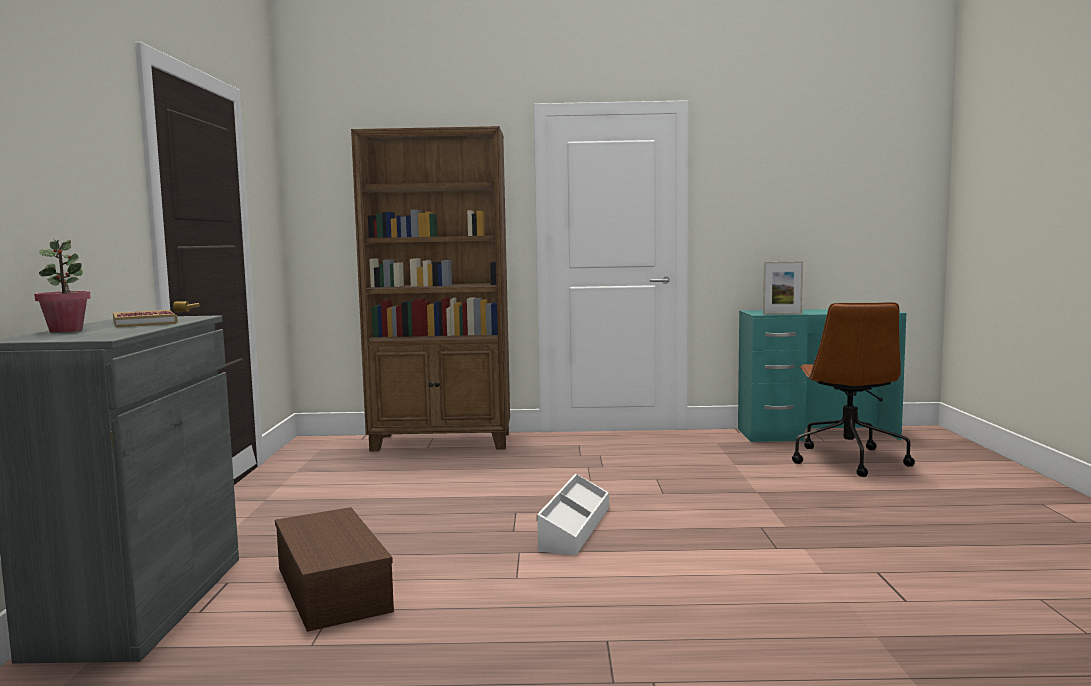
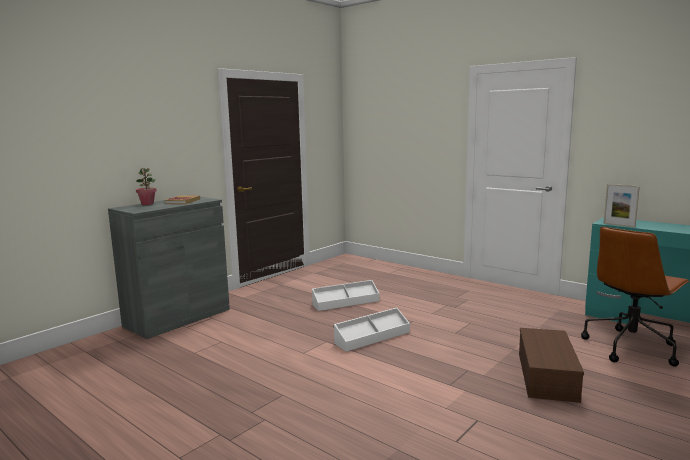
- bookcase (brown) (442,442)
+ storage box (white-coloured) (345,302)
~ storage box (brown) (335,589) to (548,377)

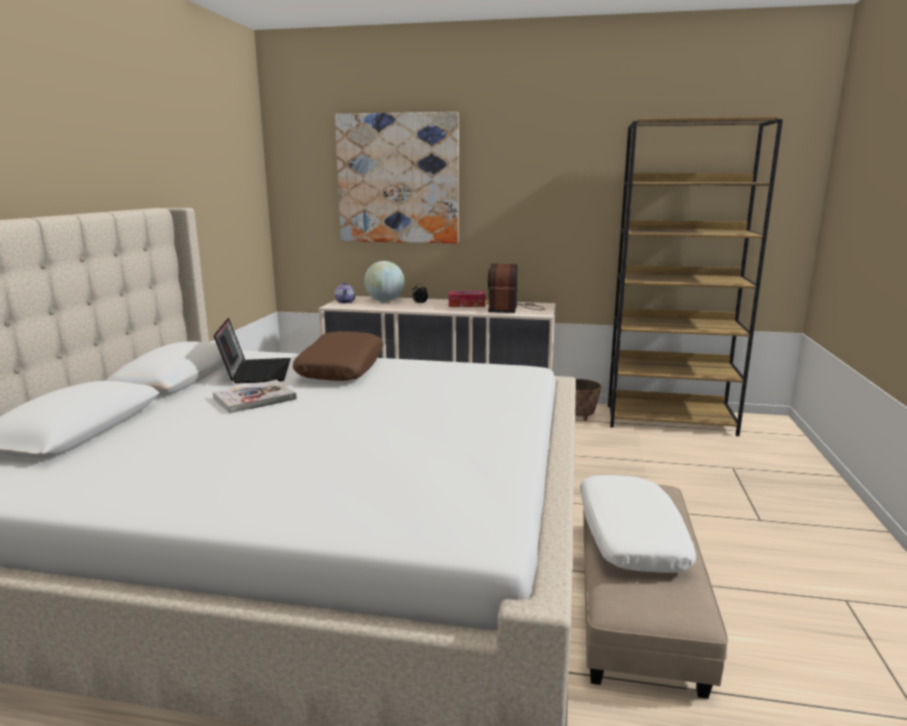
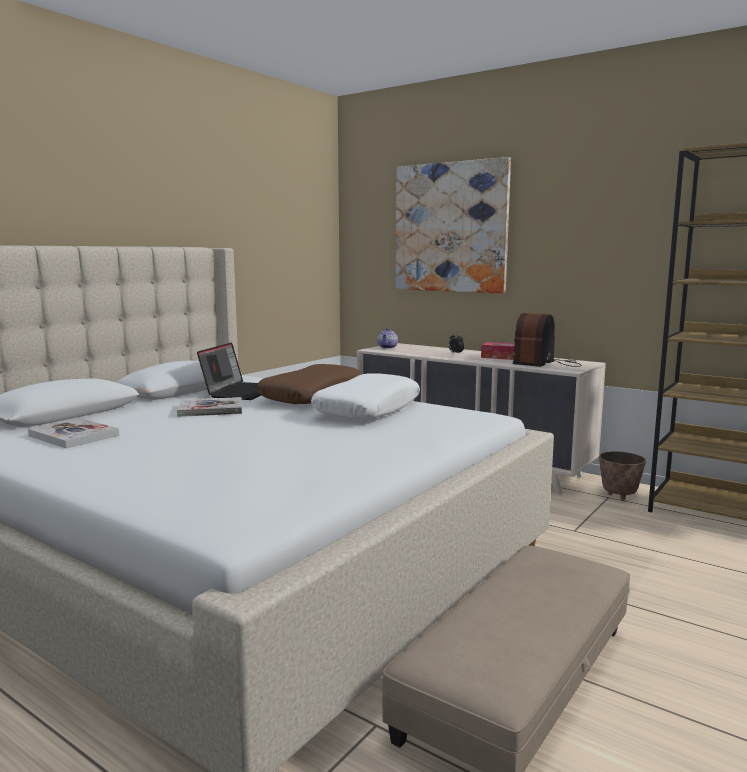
- globe (385,301)
+ bound book (74,435)
~ pillow (white-coloured) (629,535) to (367,410)

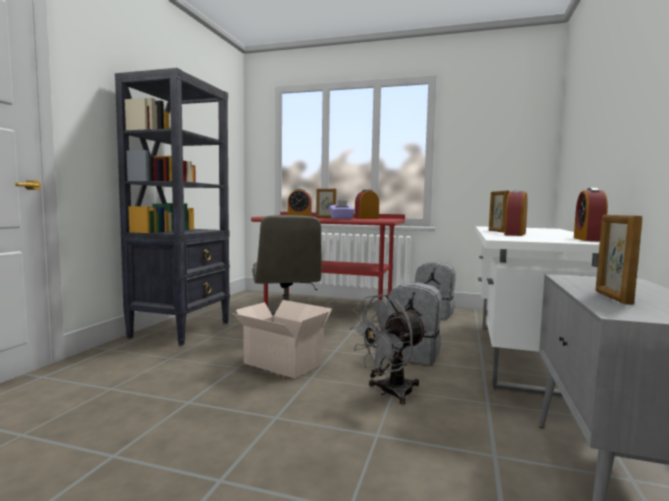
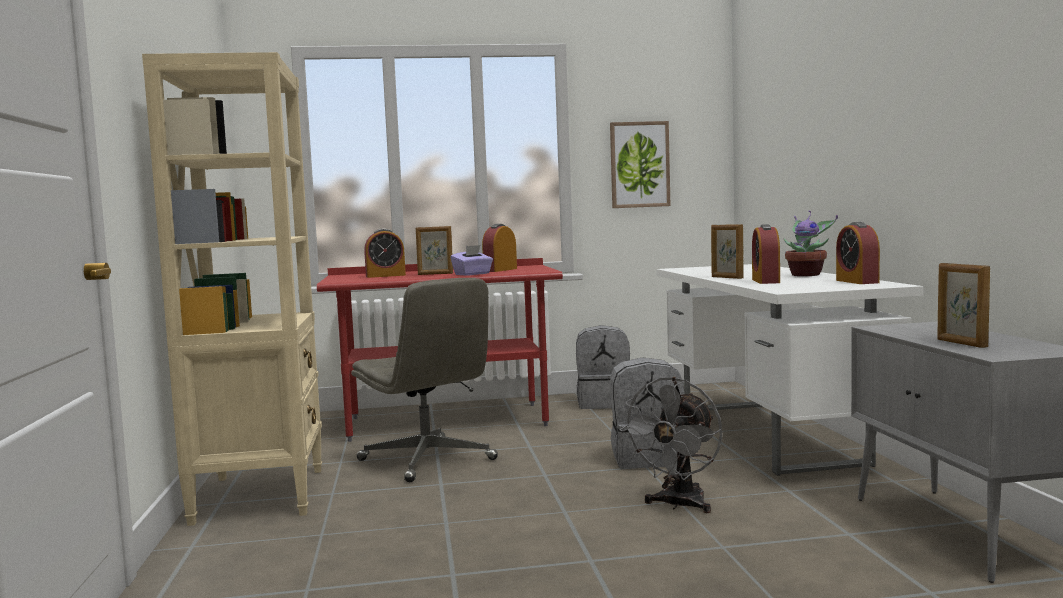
- cardboard box (282,363)
+ wall art (639,164)
+ houseplant (807,275)
~ bookcase (black) (181,329) to bookcase (beige) (261,495)

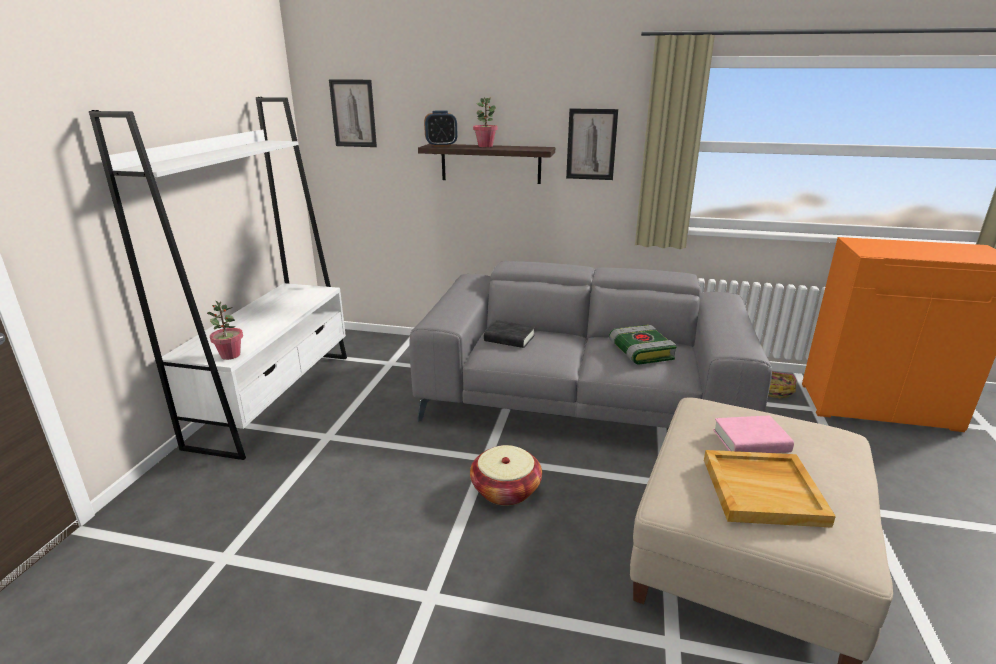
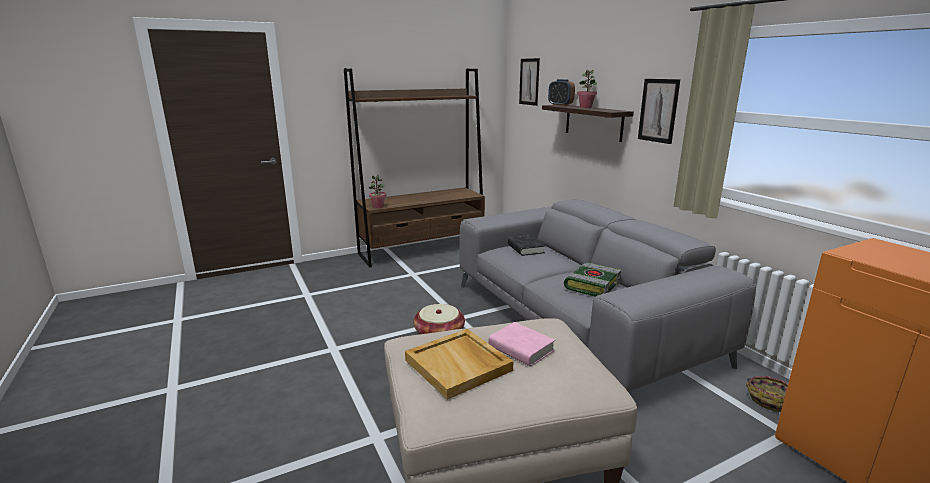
~ bookcase (white-coloured) (275,397) to bookcase (brown) (423,250)

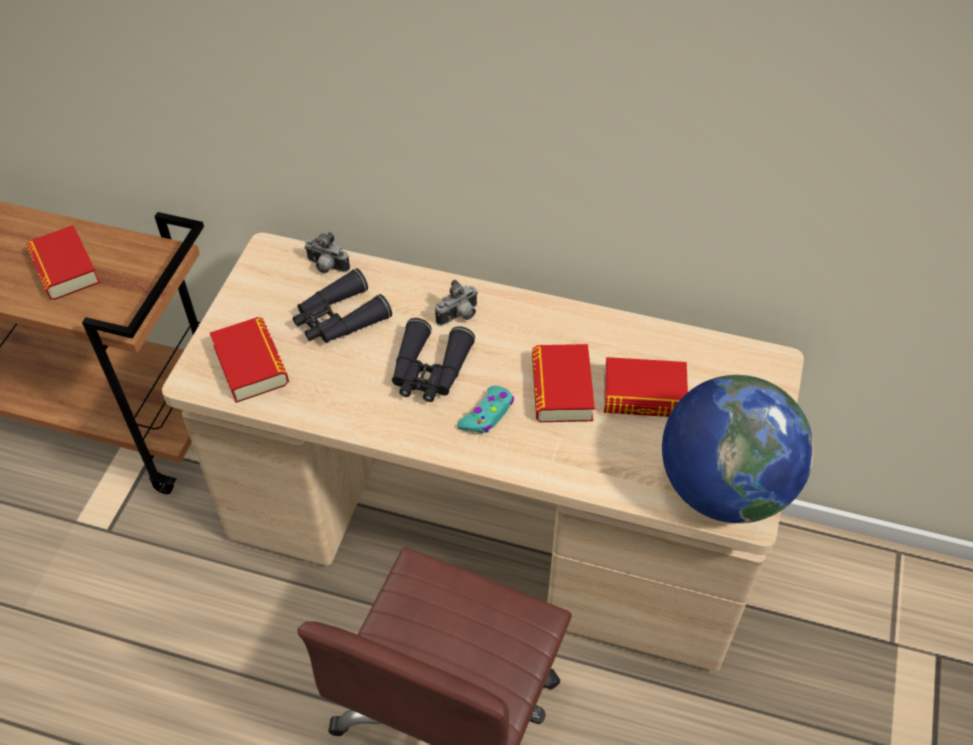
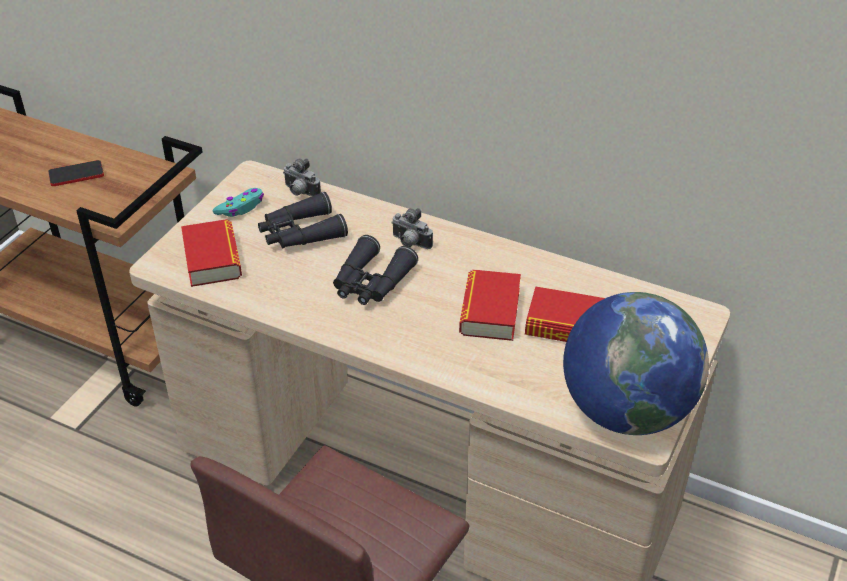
~ game controller (turquoise) (487,415) to (241,208)
~ bound book (65,269) to handset (76,174)
~ still camera (459,316) = (410,243) 60 degrees clockwise

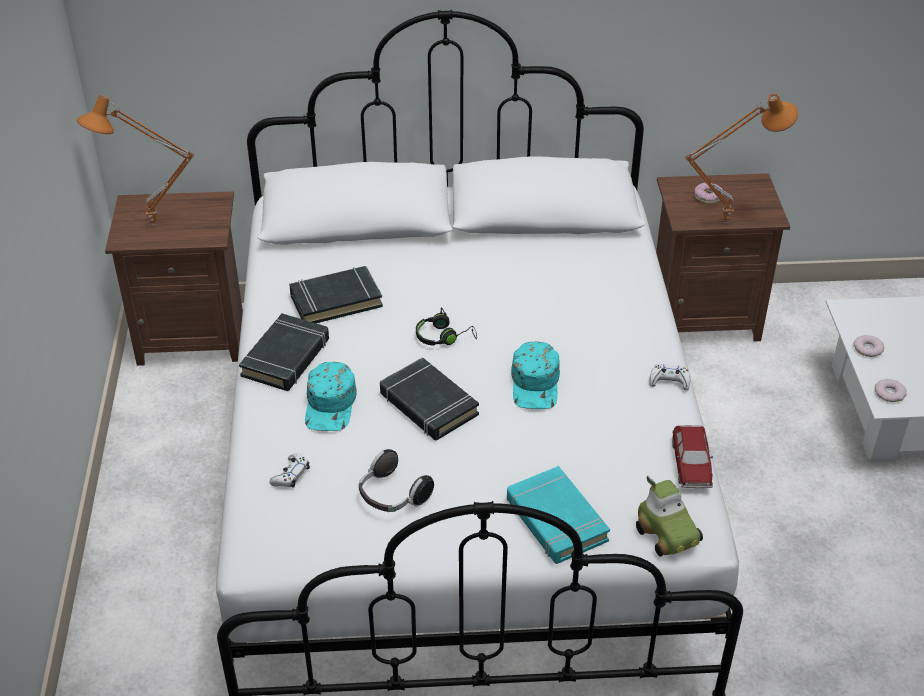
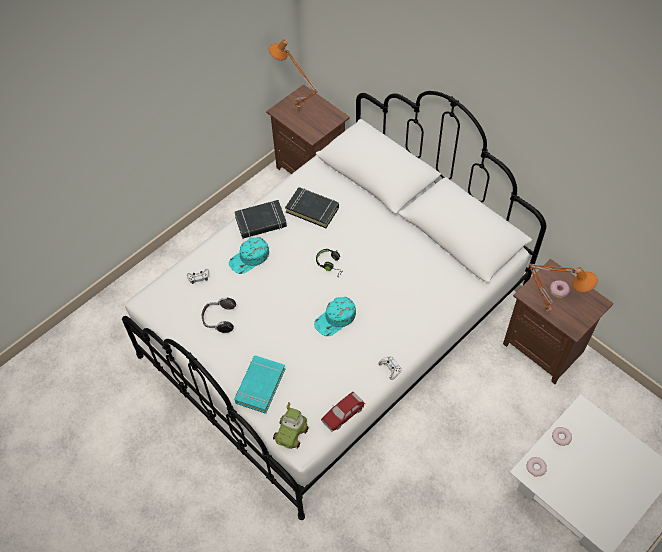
- bound book (black) (428,404)

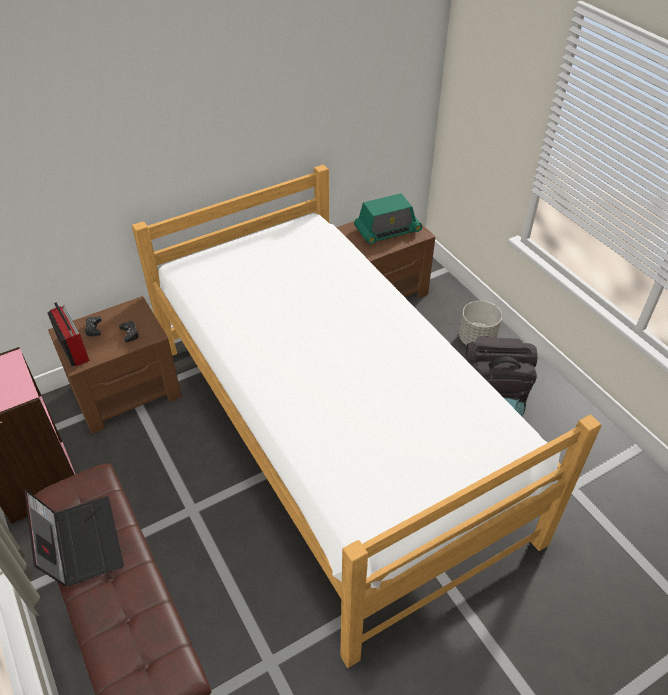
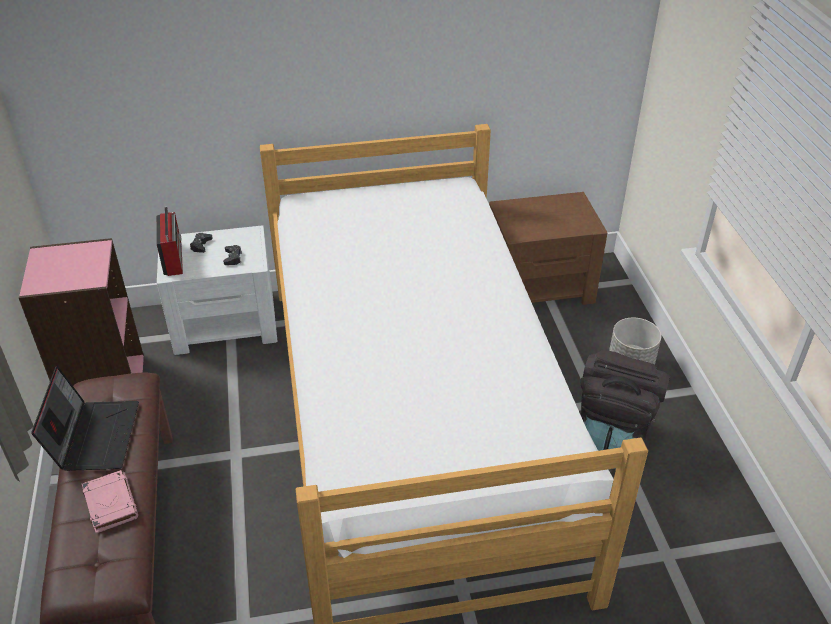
- radio set (387,230)
+ bound book (pink-coloured) (110,503)
~ night table (brown) (127,391) to night table (white-coloured) (226,324)

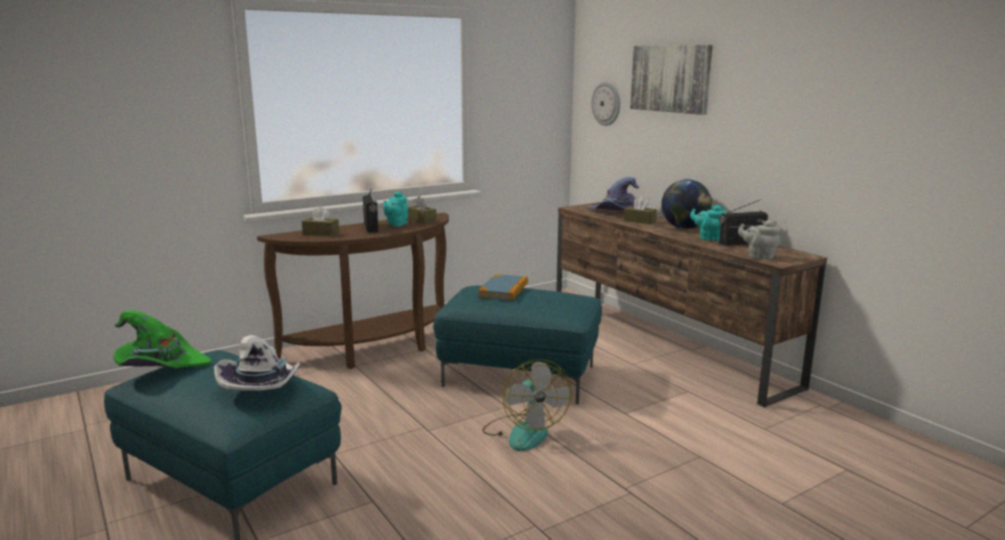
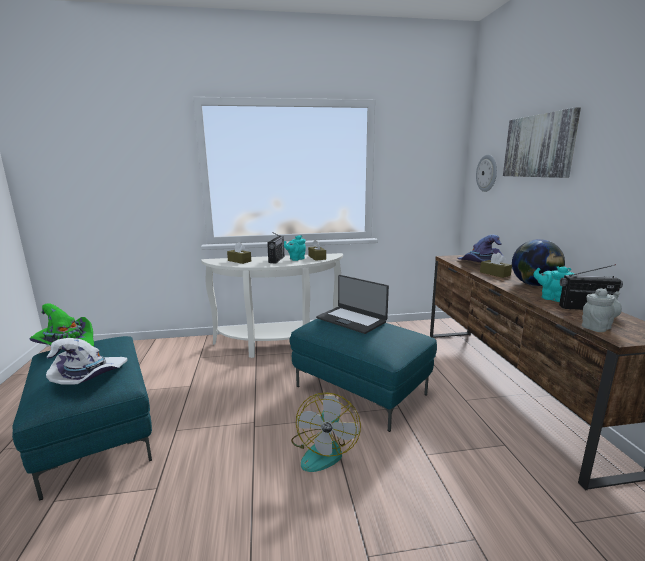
~ bound book (503,290) to portable computer (351,320)
~ console table (brown) (374,350) to console table (white-coloured) (278,346)
~ tea pot (gray) (759,256) = (597,327) 105 degrees clockwise

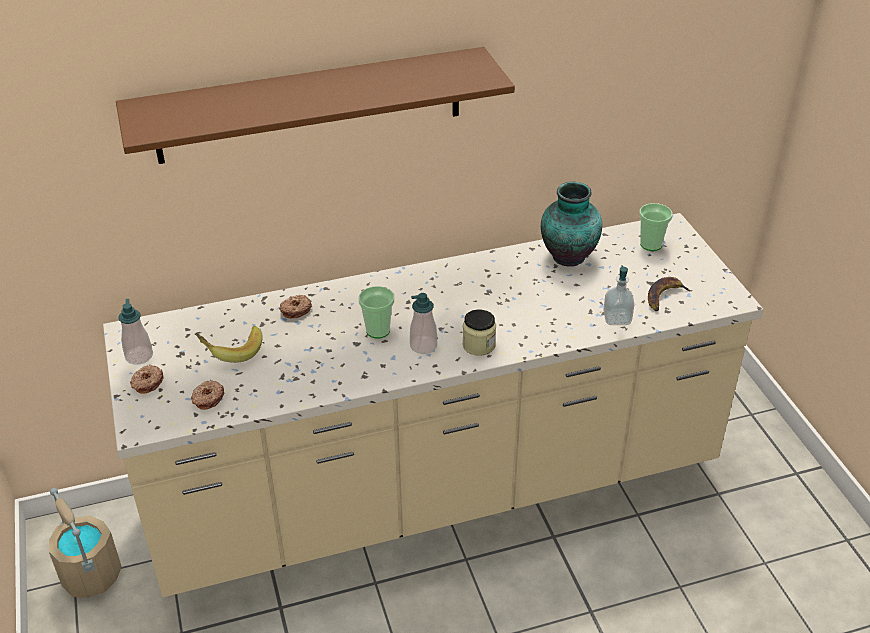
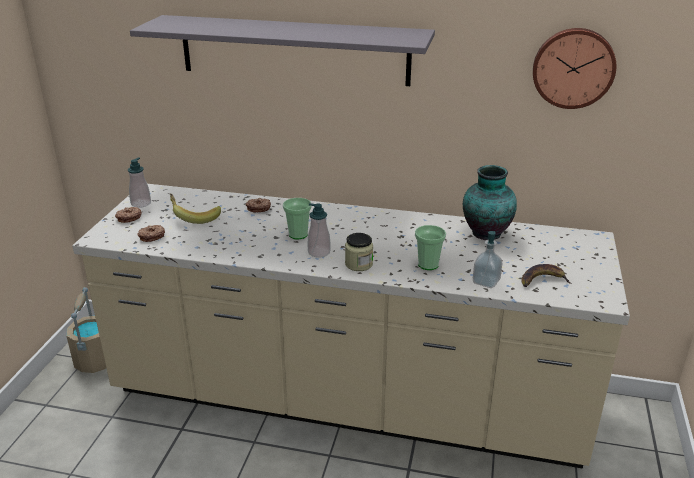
+ clock on the wall (573,67)
~ small cup (651,244) to (428,264)
~ bracket shelf (brown) (310,105) to bracket shelf (gray) (294,50)

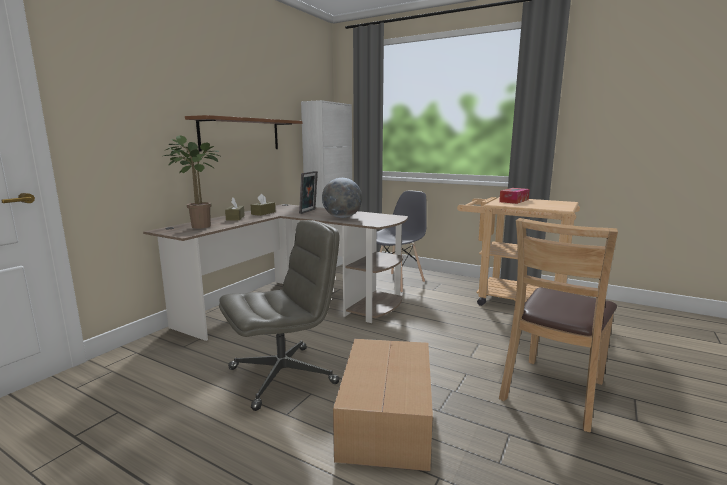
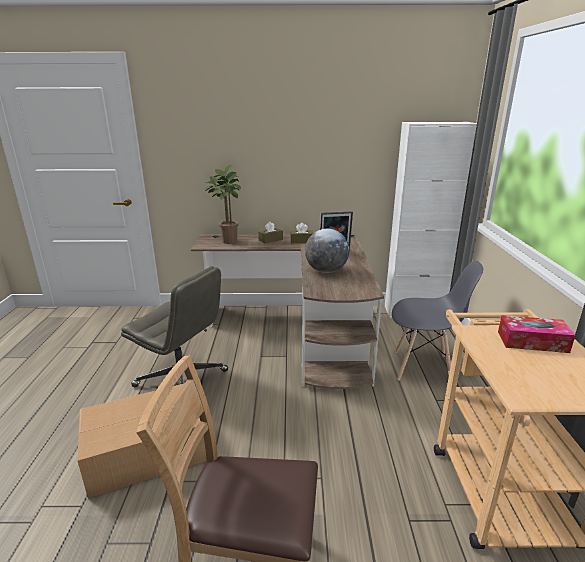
- bracket shelf (brown) (241,134)

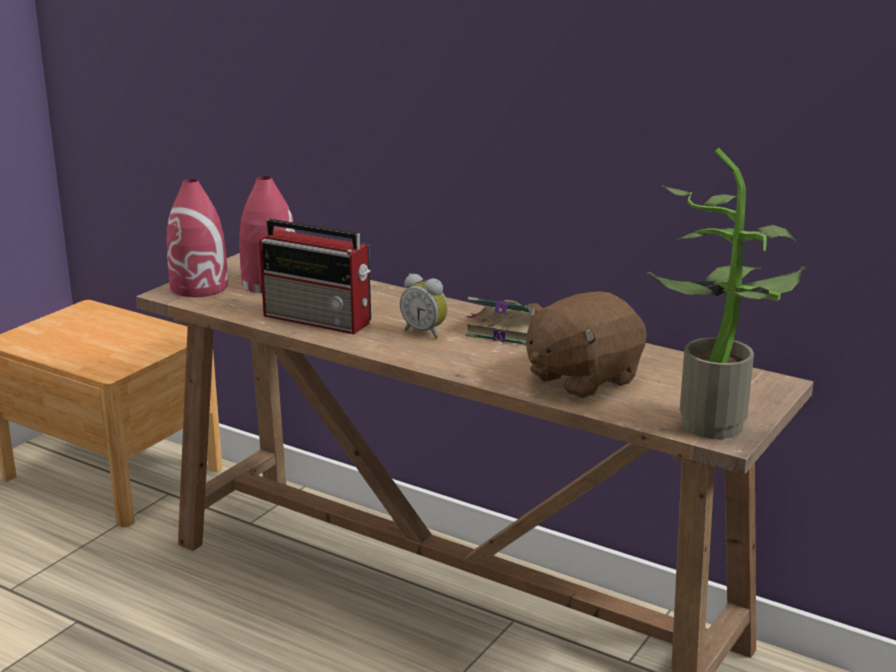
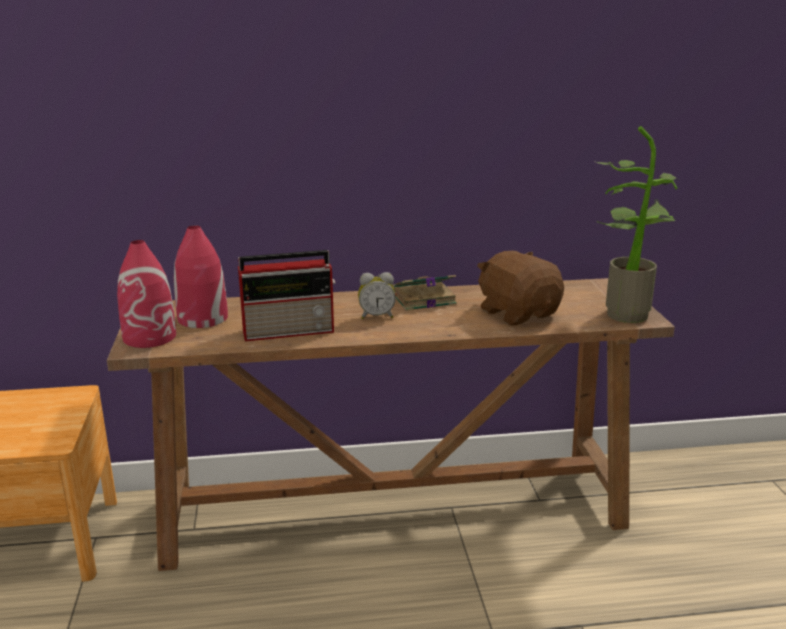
~ cuddly toy (brown) (581,378) = (518,313) 135 degrees clockwise

